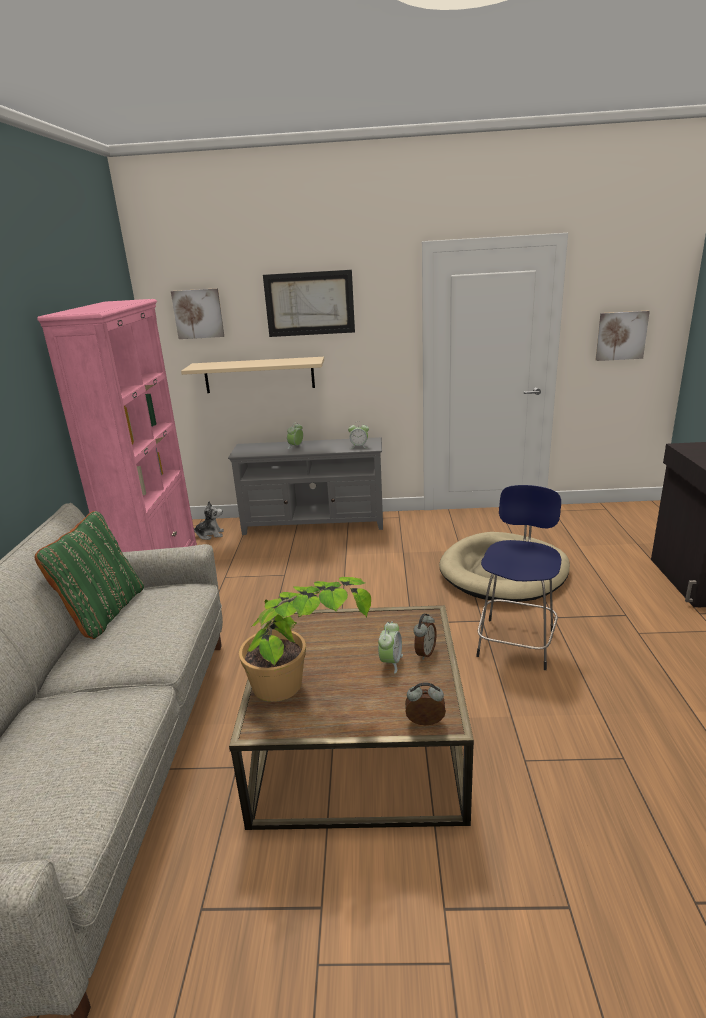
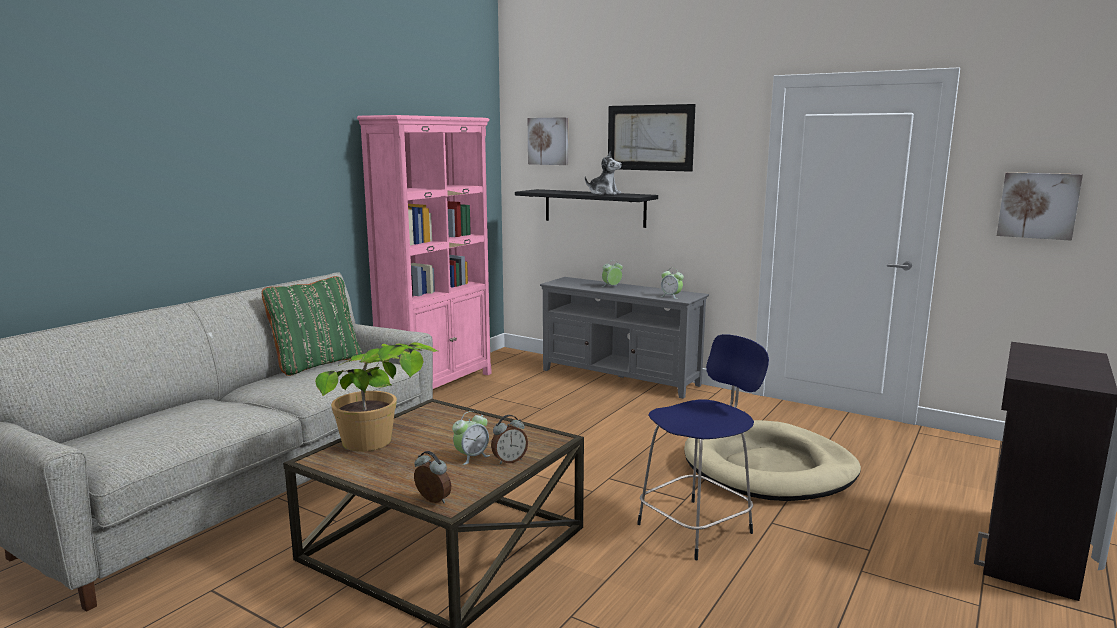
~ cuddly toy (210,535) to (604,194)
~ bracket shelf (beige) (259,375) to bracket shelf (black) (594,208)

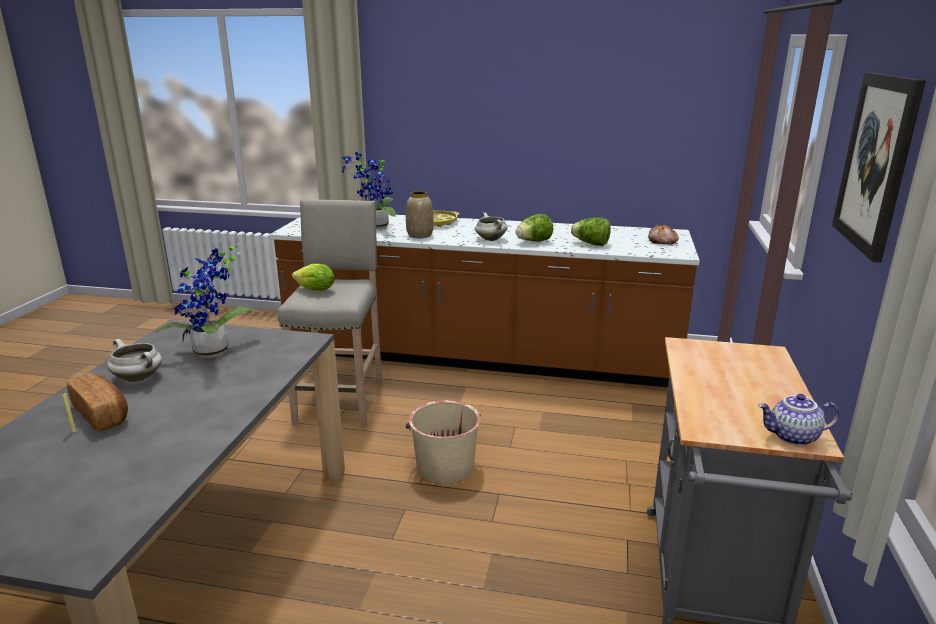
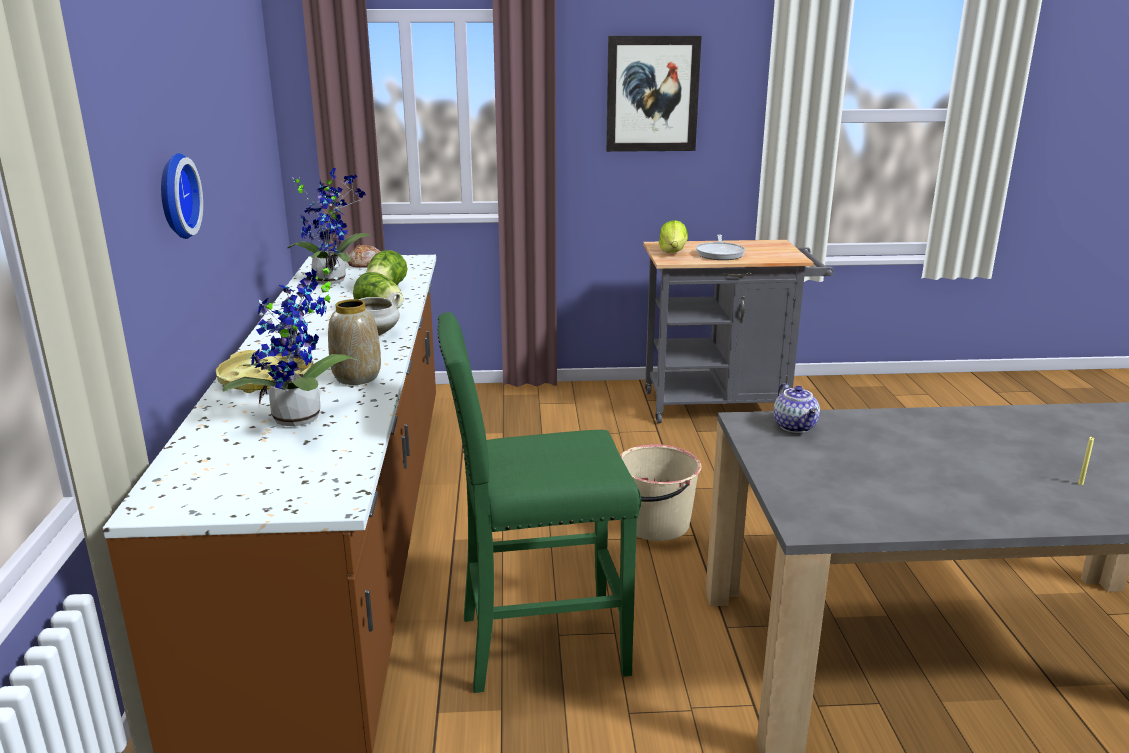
- bakery bread (102,414)
- saucepot (white-coloured) (139,378)
+ clock on the wall (174,196)
+ pan (720,253)
~ houseplant (214,353) to (332,280)
~ lettuce (316,290) to (673,252)
~ tea pot (793,437) to (796,427)
~ stool (beige) (341,401) to stool (green) (539,644)

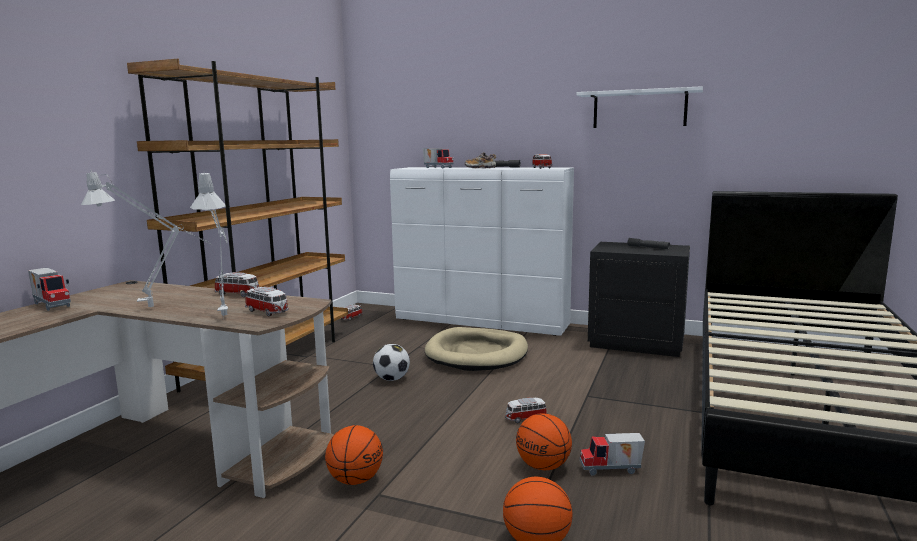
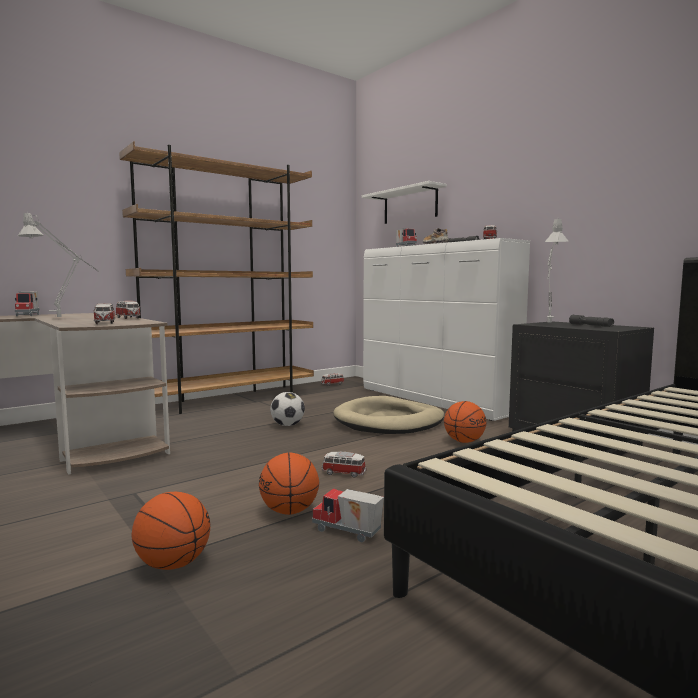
~ tabletop lamp (gray) (225,315) to (548,323)
~ basketball ball (355,480) to (464,441)
~ bracket shelf (white-coloured) (639,109) to (410,205)

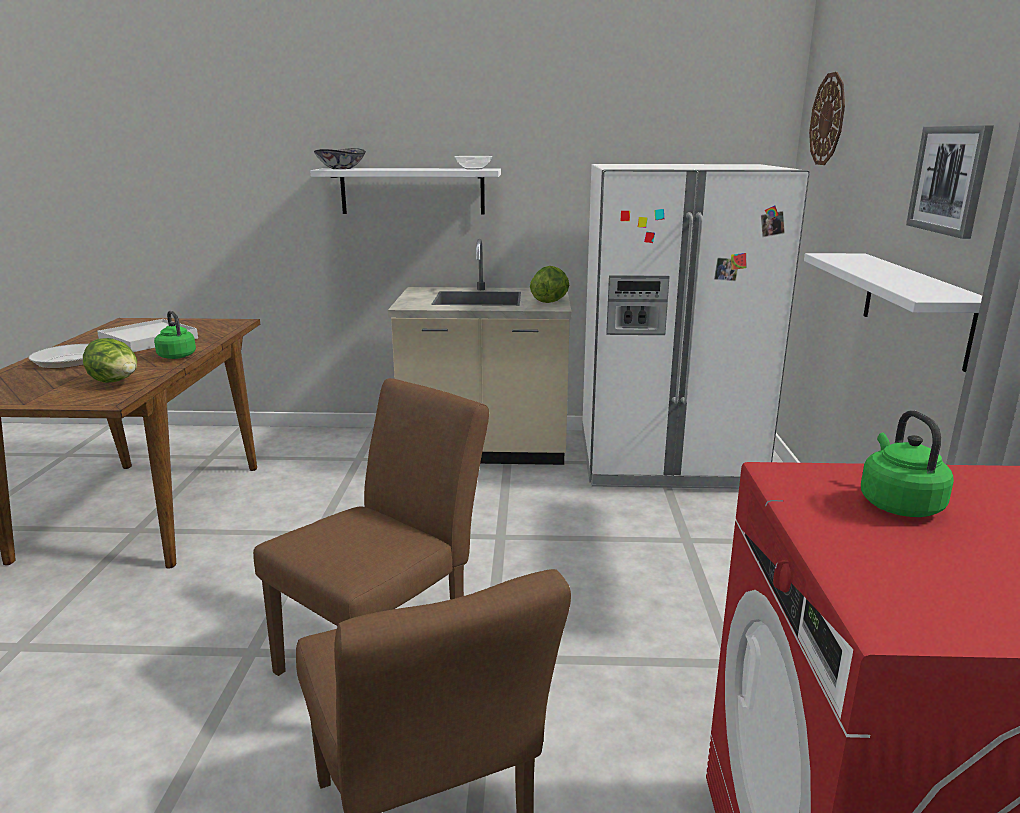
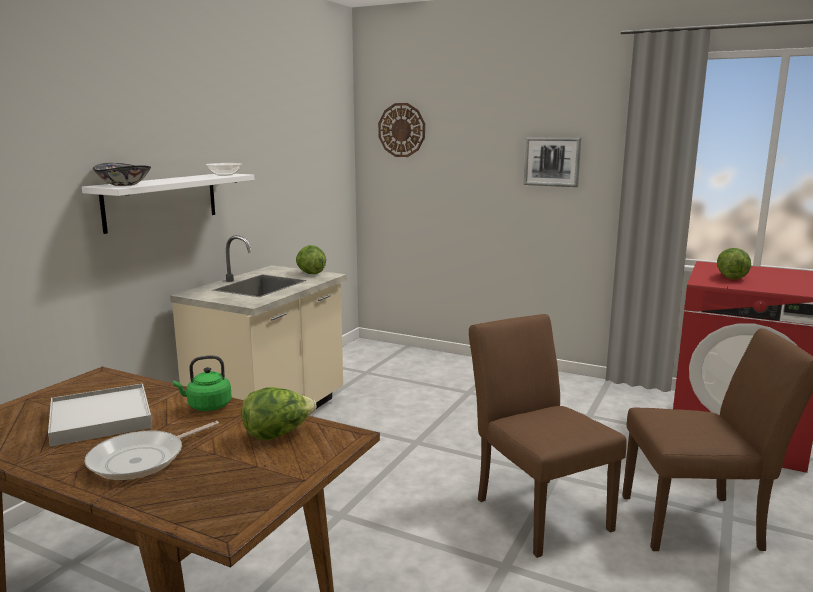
- refrigerator (white-coloured) (666,461)
- bracket shelf (white-coloured) (915,307)
~ kettle (green) (898,504) to lettuce (731,277)

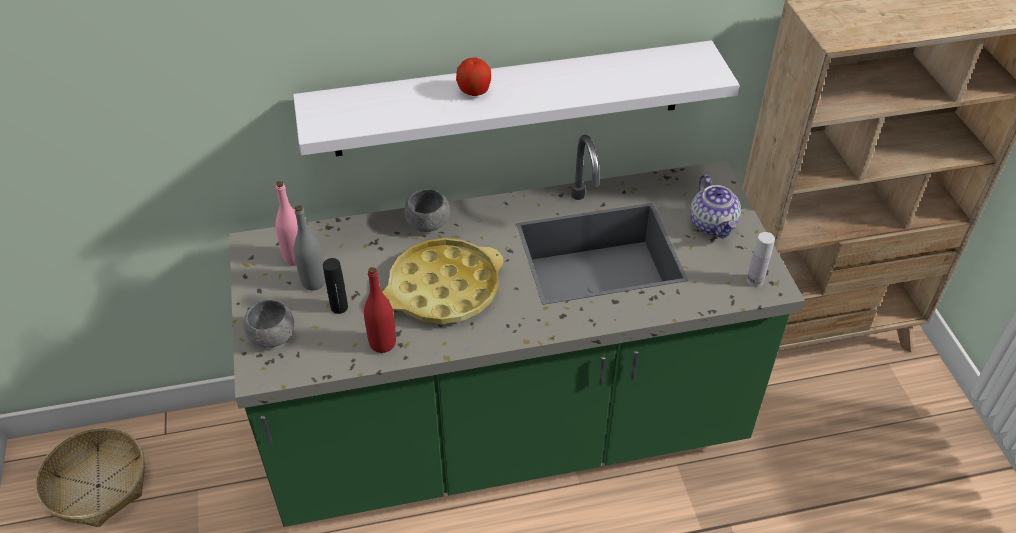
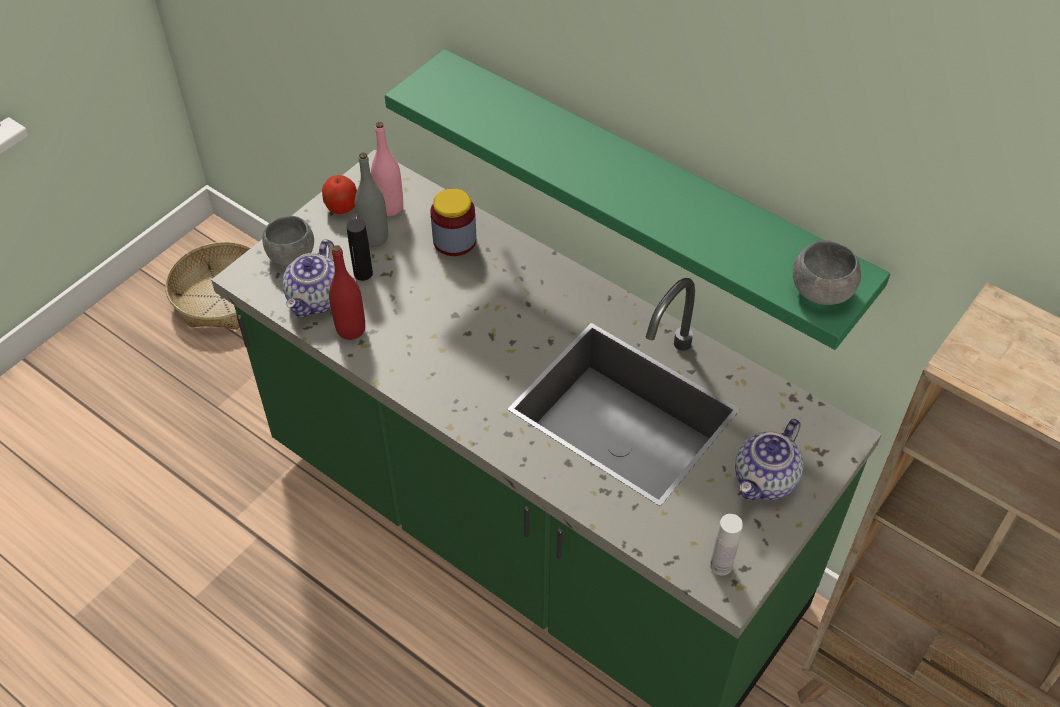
- tray (yellowish) (444,288)
+ tea pot (316,300)
+ preserve jar (454,240)
~ deep dish (gray) (427,223) to (821,291)
~ apple (474,91) to (342,207)
~ bracket shelf (white-coloured) (509,99) to bracket shelf (green) (645,188)

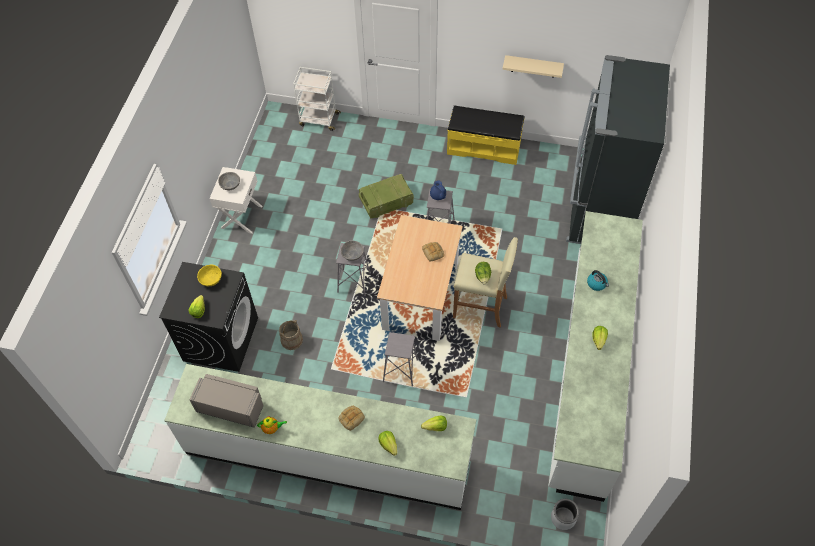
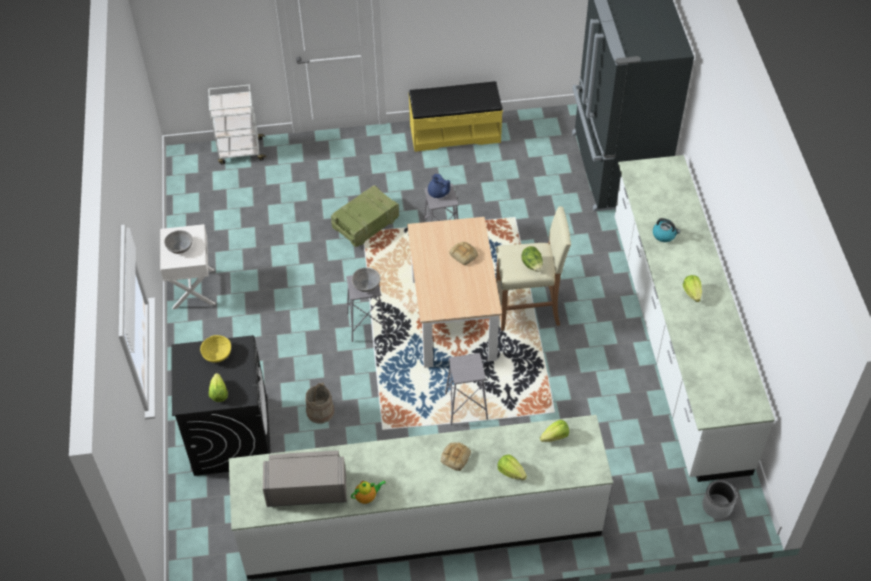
- bracket shelf (beige) (533,66)

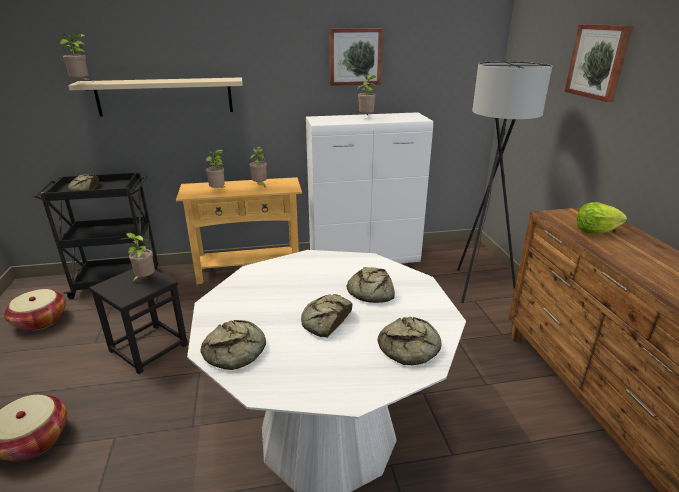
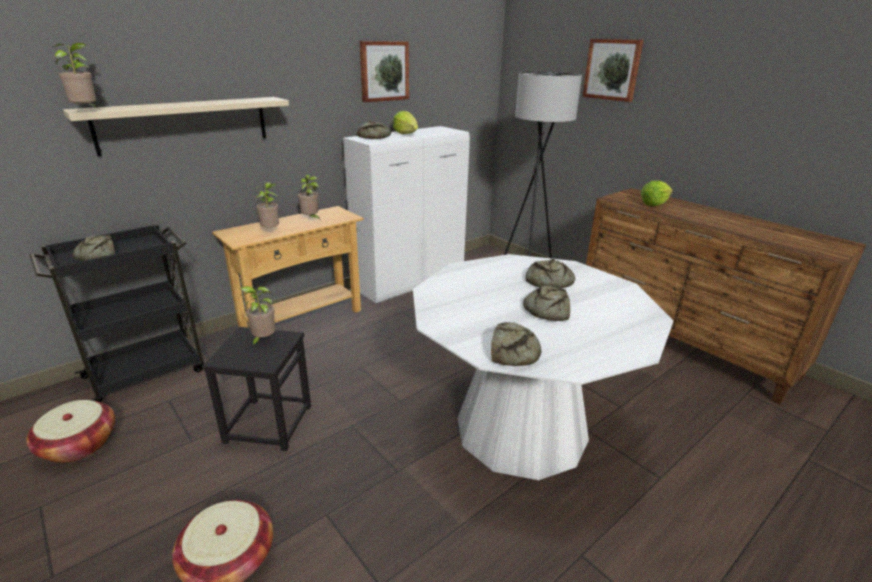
~ bakery bread (411,348) to (375,136)
~ houseplant (366,118) to lettuce (406,134)

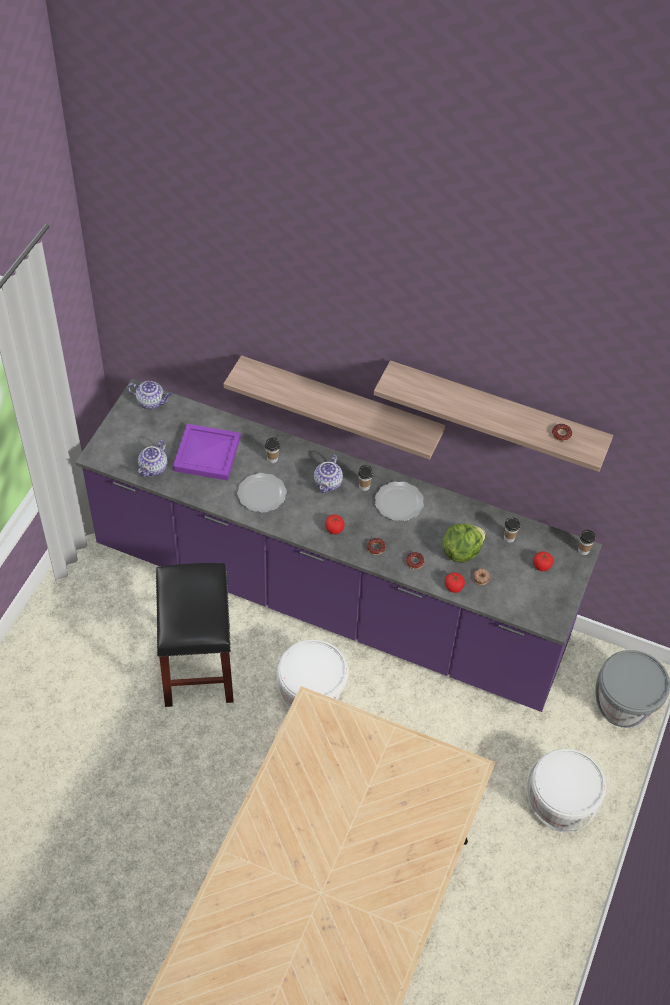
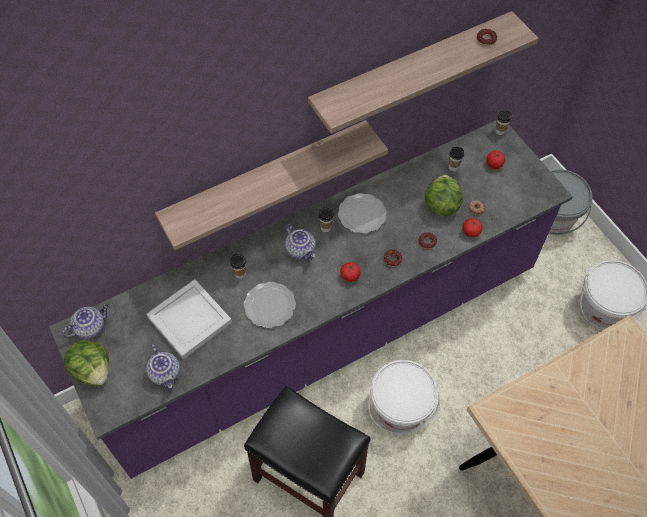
+ lettuce (93,370)
~ tray (purplish) (206,453) to tray (white-coloured) (188,320)

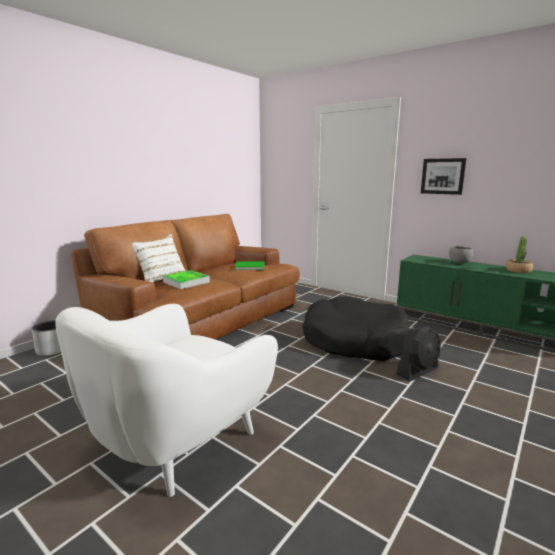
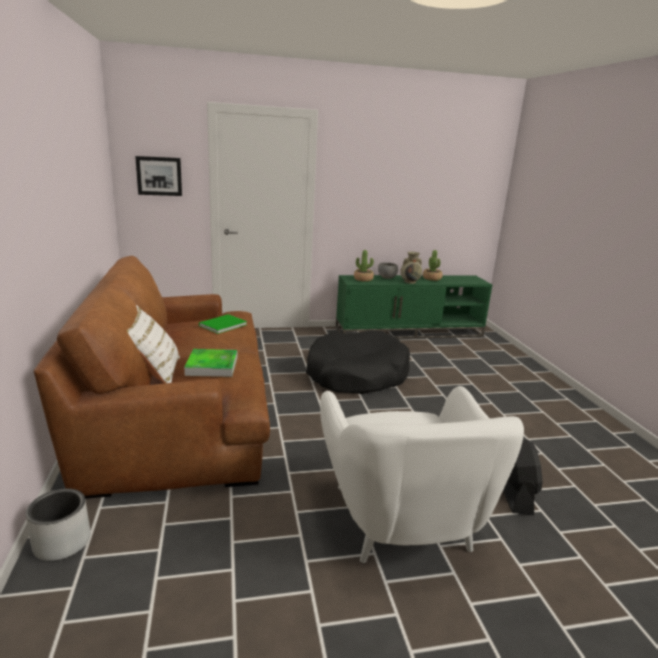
+ houseplant (363,279)
+ flower vase (beige) (410,282)
~ fan (black) (418,371) to (515,494)
~ wall art (443,176) to (159,176)

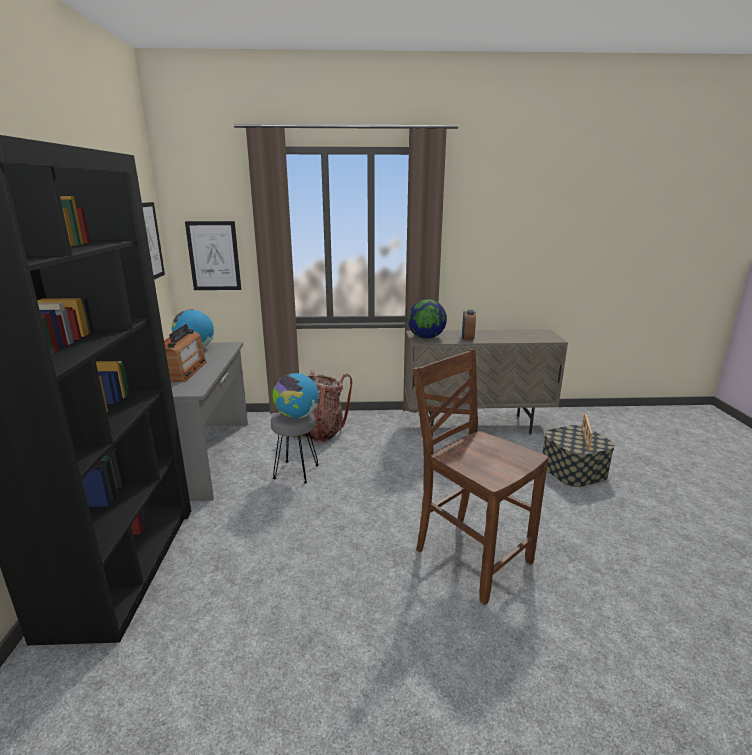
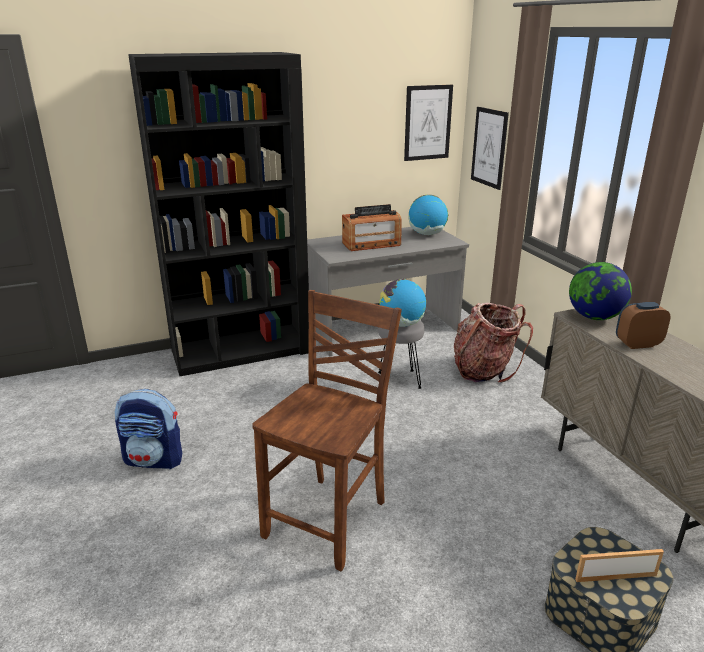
+ knapsack (154,460)

